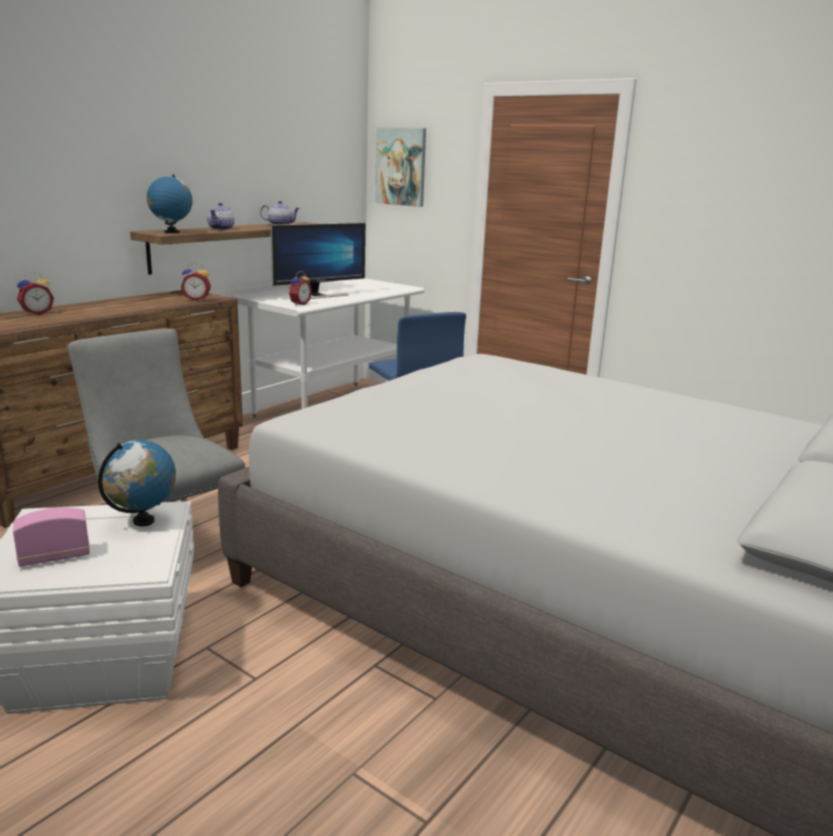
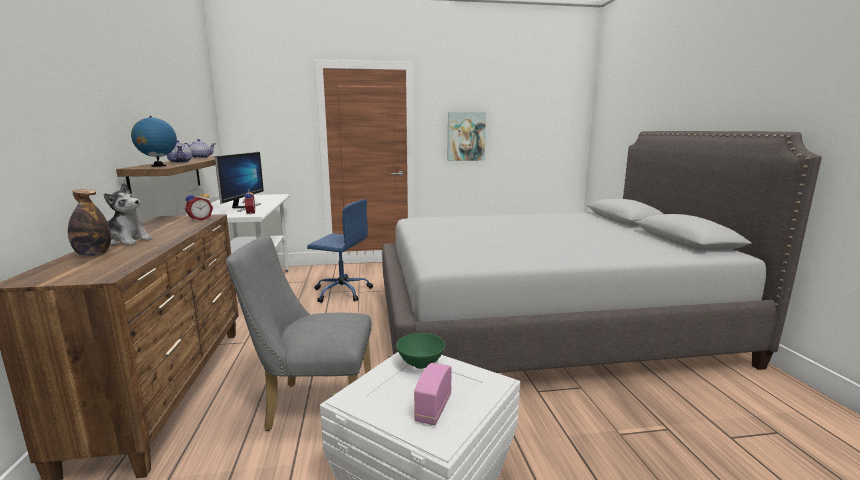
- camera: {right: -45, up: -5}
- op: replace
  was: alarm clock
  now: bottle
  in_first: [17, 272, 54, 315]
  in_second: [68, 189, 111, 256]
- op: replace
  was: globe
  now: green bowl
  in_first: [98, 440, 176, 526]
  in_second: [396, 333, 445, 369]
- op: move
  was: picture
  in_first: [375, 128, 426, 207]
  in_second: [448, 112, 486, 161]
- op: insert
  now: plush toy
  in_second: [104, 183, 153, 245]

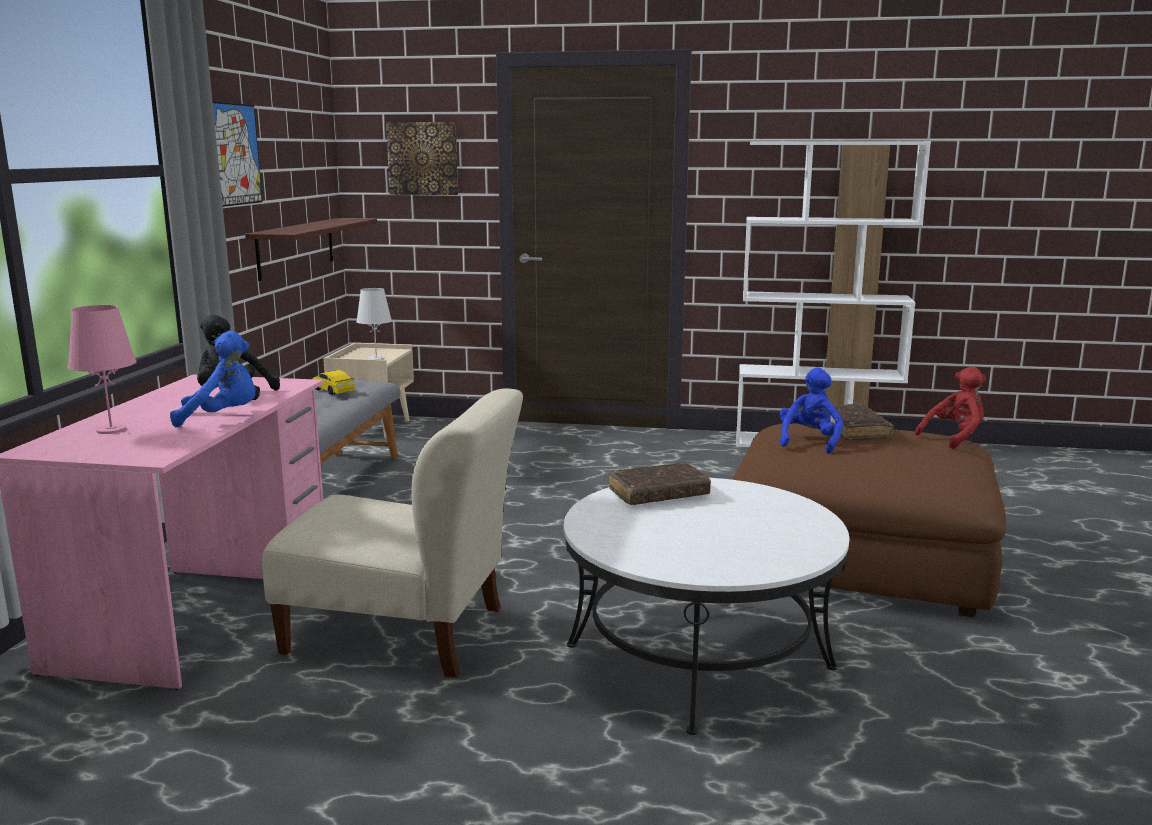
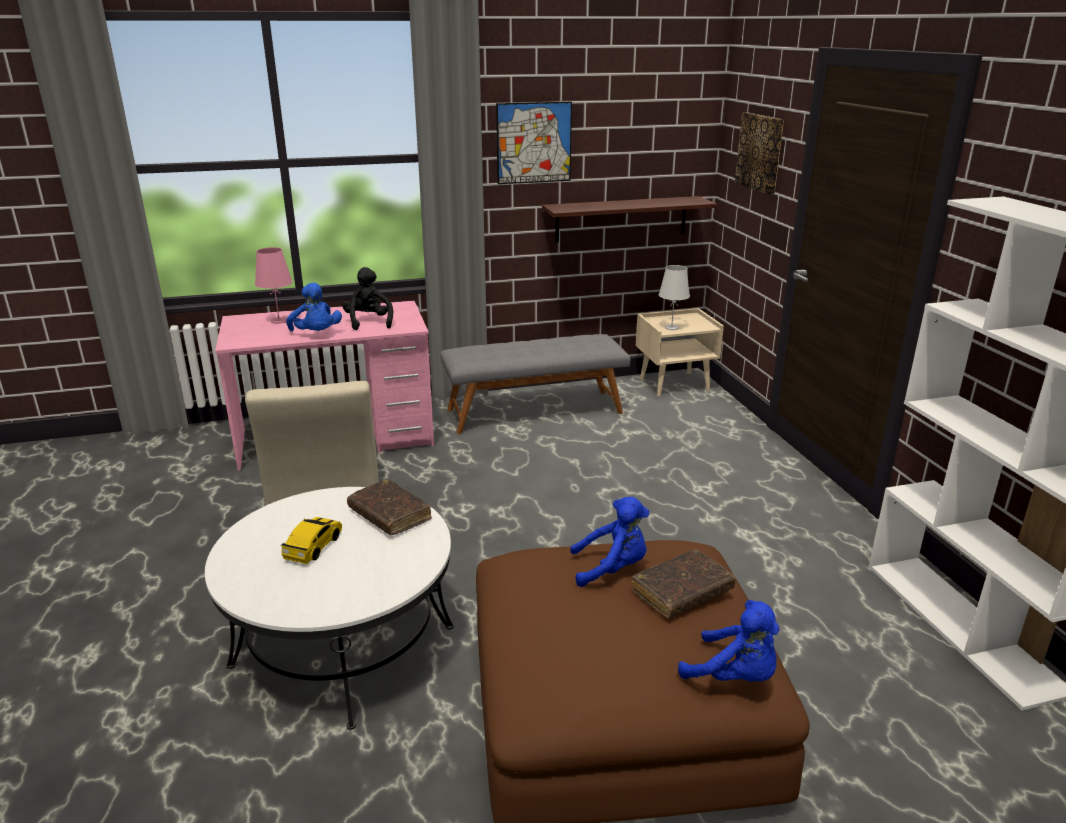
- camera: {right: 65, up: 10}
- op: move
  was: toy car
  in_first: [313, 370, 355, 395]
  in_second: [281, 517, 342, 564]
- op: recolor
  was: red plush toy
  now: blue plush toy
  in_first: [915, 366, 986, 449]
  in_second: [678, 600, 780, 681]

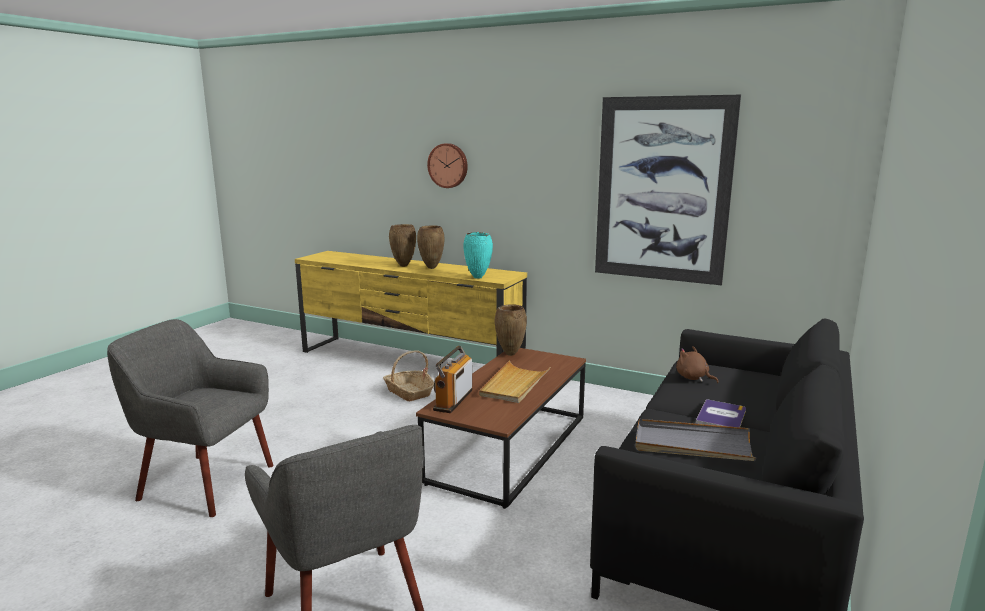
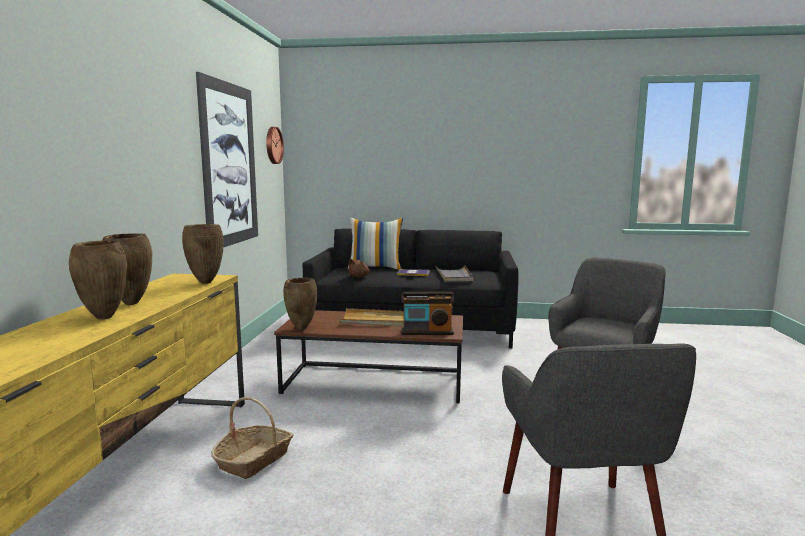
- camera: {right: -110, up: -5}
- op: move
  was: wall clock
  in_first: [427, 143, 468, 188]
  in_second: [266, 127, 284, 164]
- op: recolor
  was: turquoise vase
  now: brown vase
  in_first: [463, 232, 493, 279]
  in_second: [182, 224, 224, 284]
- op: insert
  now: pillow
  in_second: [348, 218, 403, 270]

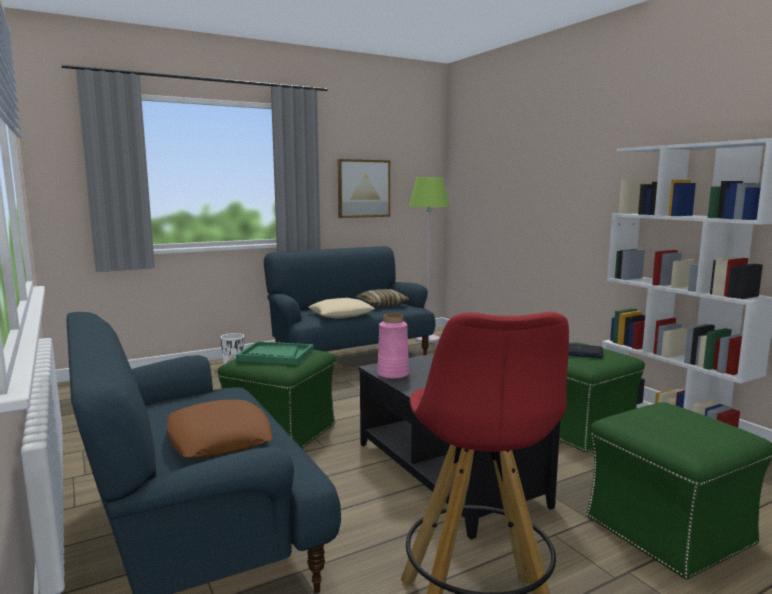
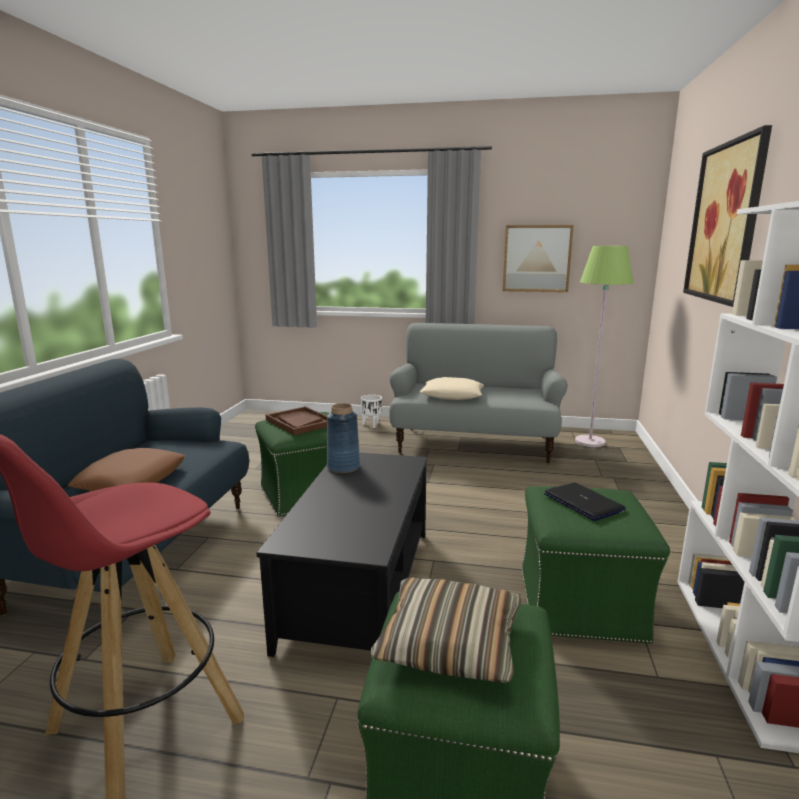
- camera: {right: 40, up: 5}
- op: recolor
  was: green tray
  now: brown tray
  in_first: [236, 341, 314, 365]
  in_second: [266, 406, 327, 435]
- op: recolor
  was: blue sofa
  now: grey sofa
  in_first: [264, 246, 435, 355]
  in_second: [389, 323, 568, 464]
- op: move
  was: pillow
  in_first: [355, 289, 409, 307]
  in_second: [371, 577, 521, 683]
- op: recolor
  was: pink vase
  now: blue vase
  in_first: [377, 313, 409, 379]
  in_second: [327, 403, 360, 473]
- op: insert
  now: picture
  in_second: [683, 125, 772, 307]

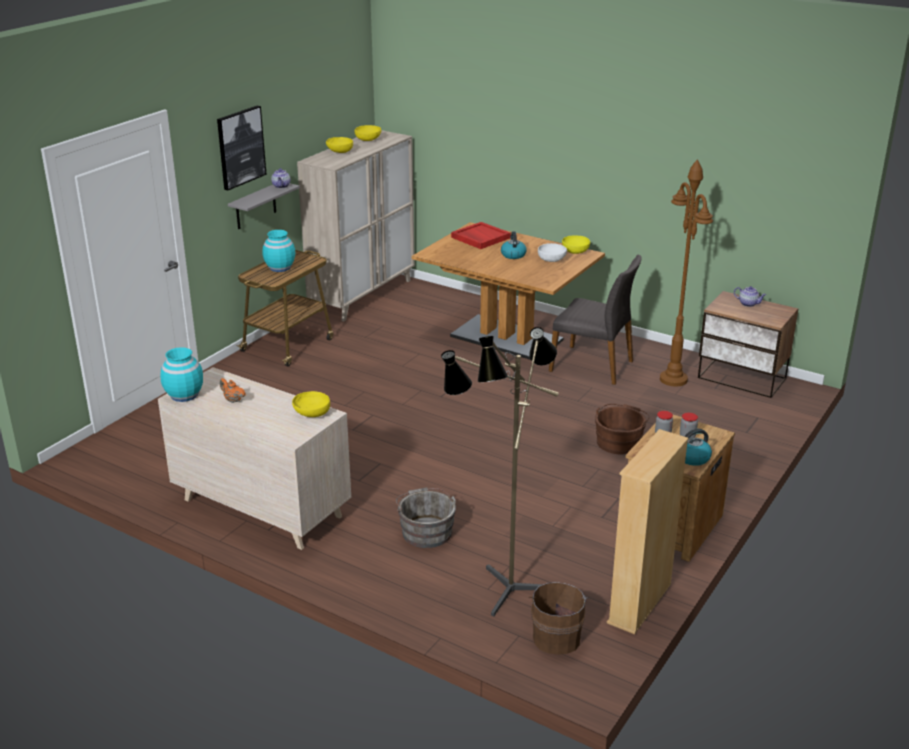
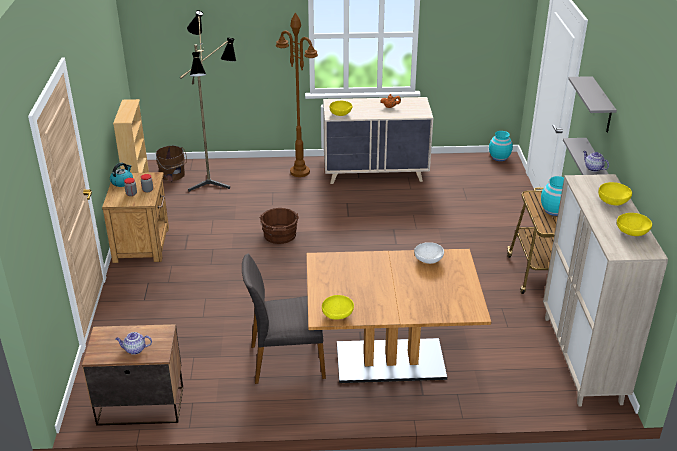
- camera: {right: 145, up: 5}
- op: move
  was: turquoise vase
  in_first: [160, 347, 203, 402]
  in_second: [489, 131, 513, 161]
- op: replace
  was: picture
  now: grey shelf
  in_first: [217, 106, 267, 190]
  in_second: [568, 76, 617, 132]
- op: delete
  was: grey bucket
  in_first: [396, 487, 456, 548]
- op: delete
  was: red tray
  in_first: [451, 222, 511, 249]
- op: delete
  was: kettle
  in_first: [501, 231, 527, 259]
- op: move
  was: white bowl
  in_first: [538, 243, 567, 262]
  in_second: [414, 242, 444, 264]
- op: move
  was: brown bucket
  in_first: [595, 404, 650, 454]
  in_second: [260, 208, 299, 244]
- op: move
  was: brown floor lamp
  in_first: [660, 159, 713, 387]
  in_second: [276, 13, 318, 177]

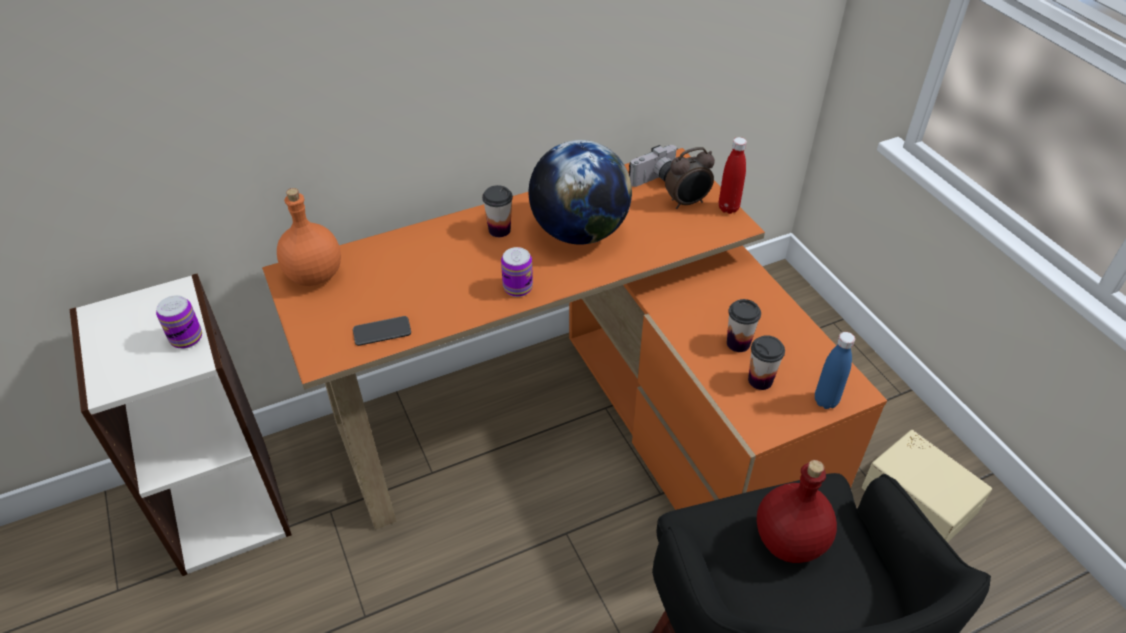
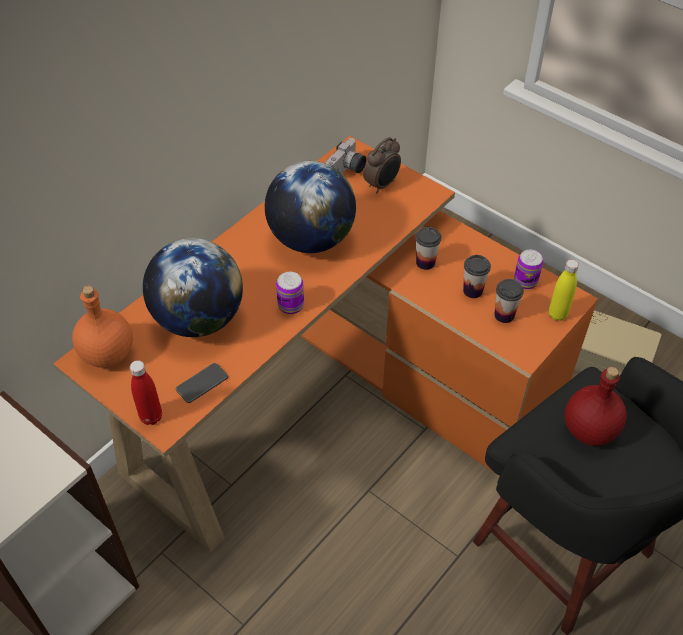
- camera: {right: -25, up: 5}
- op: move
  was: can
  in_first: [156, 295, 202, 349]
  in_second: [514, 250, 543, 289]
- op: move
  was: cup
  in_first: [482, 185, 513, 237]
  in_second: [415, 227, 441, 270]
- op: move
  was: red bottle
  in_first: [719, 137, 747, 214]
  in_second: [130, 360, 162, 425]
- op: recolor
  was: blue bottle
  now: yellow bottle
  in_first: [815, 332, 855, 409]
  in_second: [549, 259, 579, 321]
- op: insert
  now: globe
  in_second: [143, 238, 243, 337]

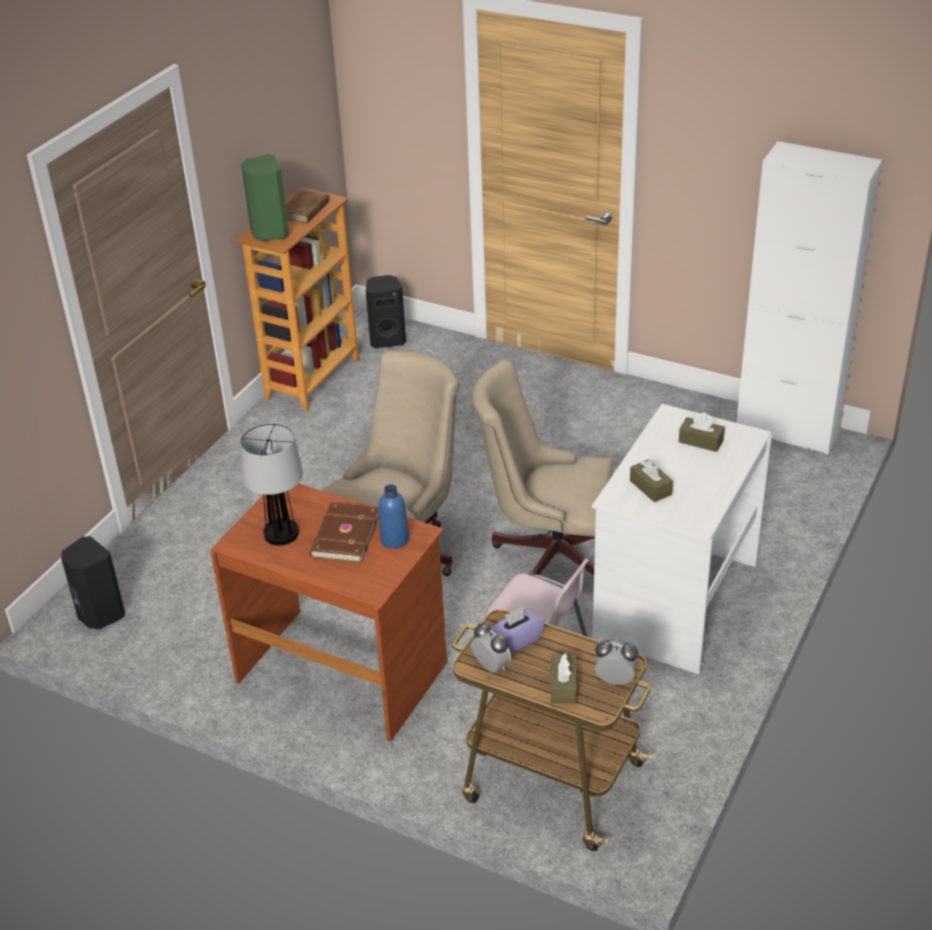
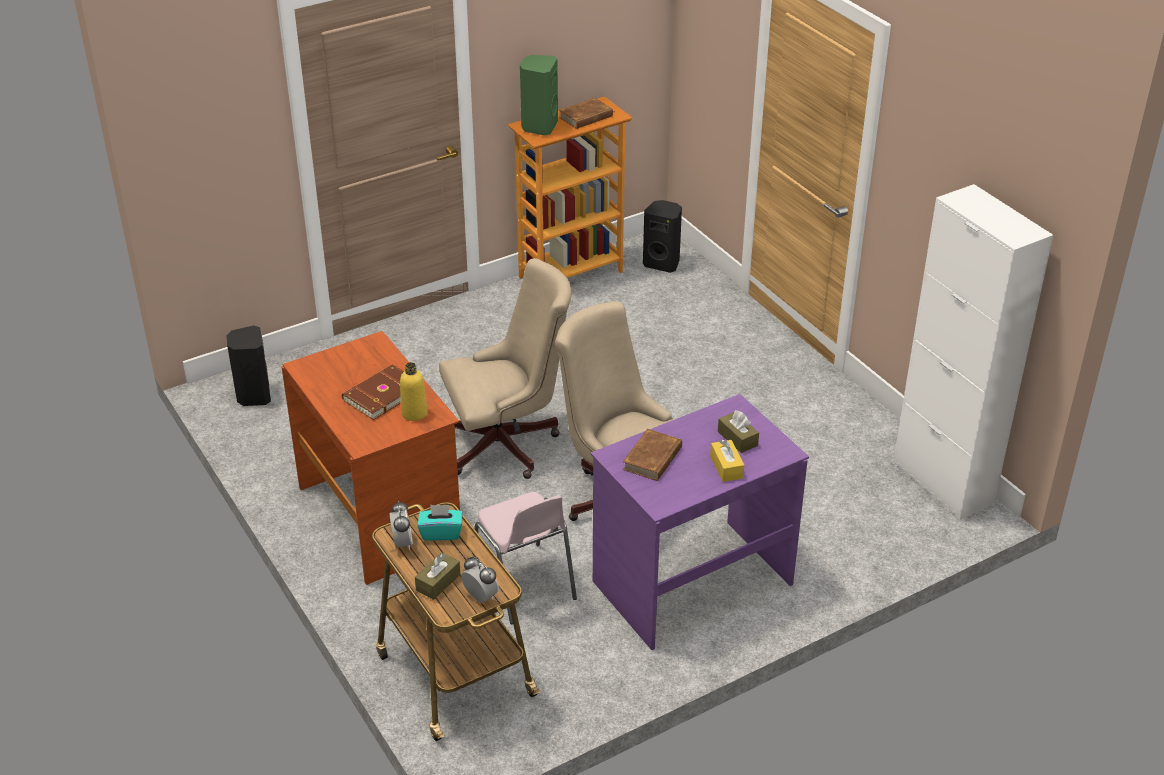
- camera: {right: 30, up: 0}
- op: delete
  was: table lamp
  in_first: [240, 423, 303, 546]
- op: recolor
  was: blue bottle
  now: yellow bottle
  in_first: [379, 484, 409, 549]
  in_second: [400, 362, 427, 421]
- op: recolor
  was: purple tissue box
  now: turquoise tissue box
  in_first: [491, 607, 545, 654]
  in_second: [417, 505, 462, 541]
- op: recolor
  was: white desk
  now: purple desk
  in_first: [592, 404, 772, 674]
  in_second: [591, 394, 809, 650]
- op: replace
  was: brown tissue box
  now: brown book
  in_first: [630, 460, 673, 502]
  in_second: [623, 429, 682, 481]
- op: insert
  now: yellow tissue box
  in_second: [710, 440, 744, 482]

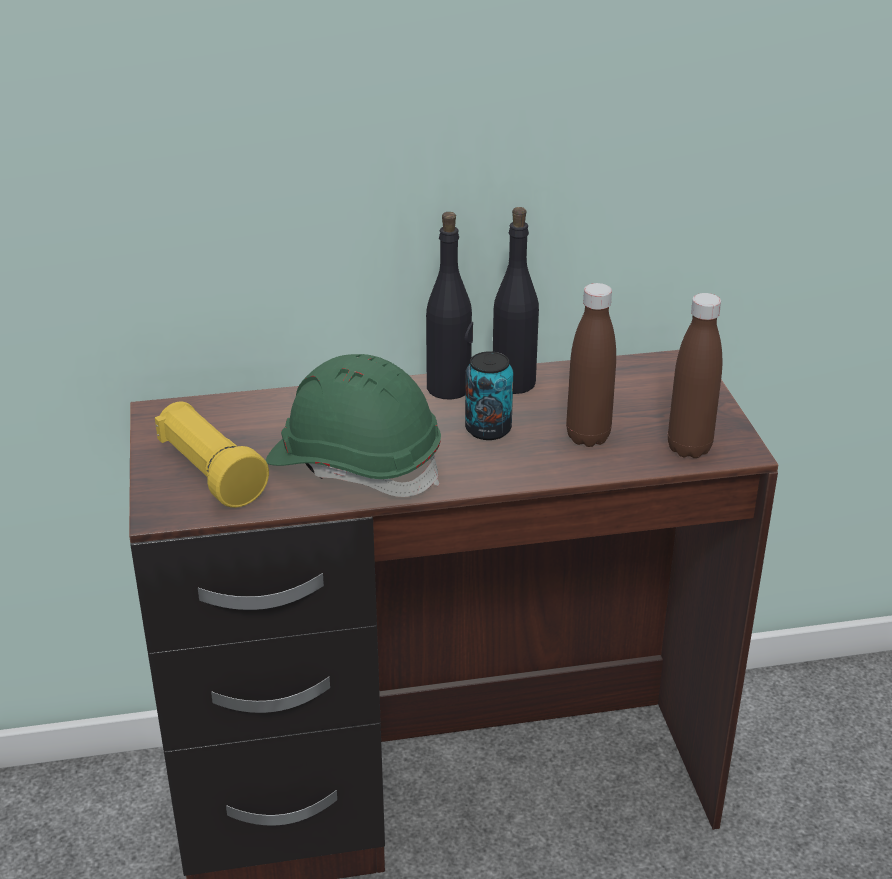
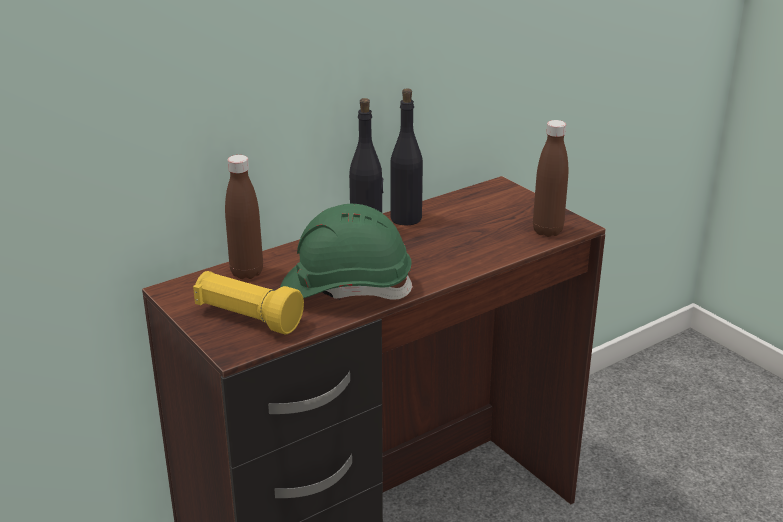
- camera: {right: -25, up: -5}
- op: delete
  was: can
  in_first: [465, 351, 513, 440]
- op: move
  was: brown bottle
  in_first: [566, 283, 616, 447]
  in_second: [225, 155, 263, 279]

